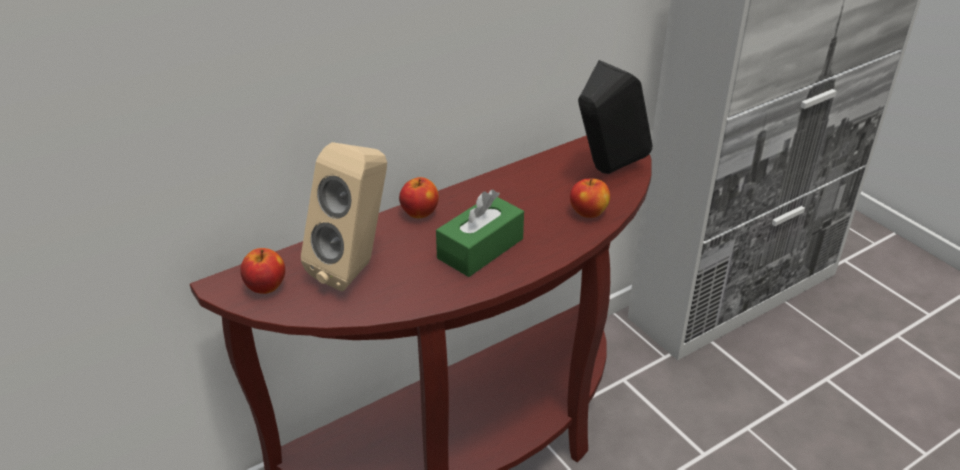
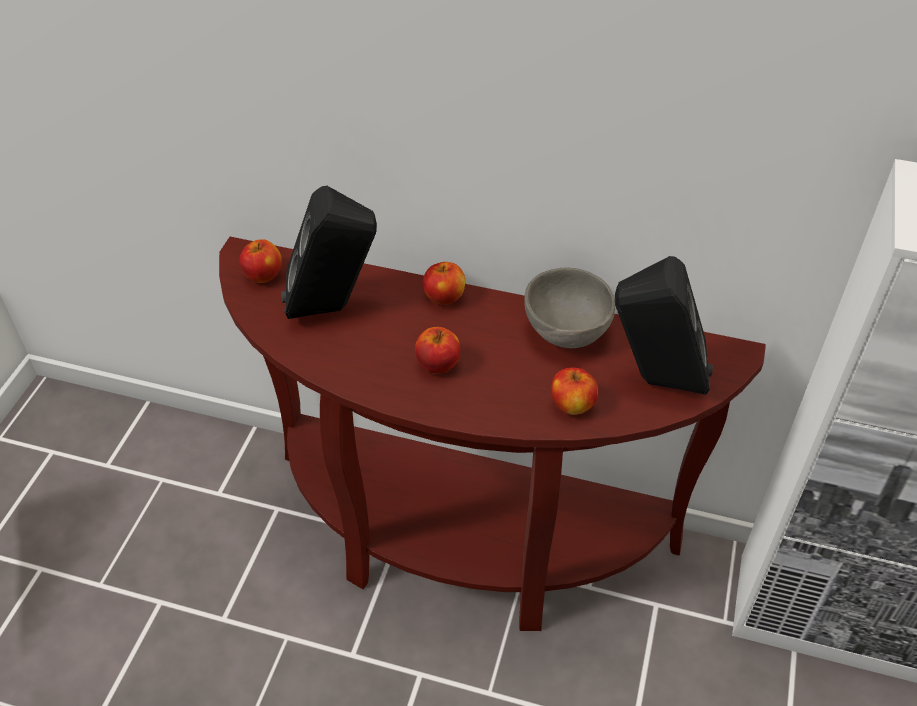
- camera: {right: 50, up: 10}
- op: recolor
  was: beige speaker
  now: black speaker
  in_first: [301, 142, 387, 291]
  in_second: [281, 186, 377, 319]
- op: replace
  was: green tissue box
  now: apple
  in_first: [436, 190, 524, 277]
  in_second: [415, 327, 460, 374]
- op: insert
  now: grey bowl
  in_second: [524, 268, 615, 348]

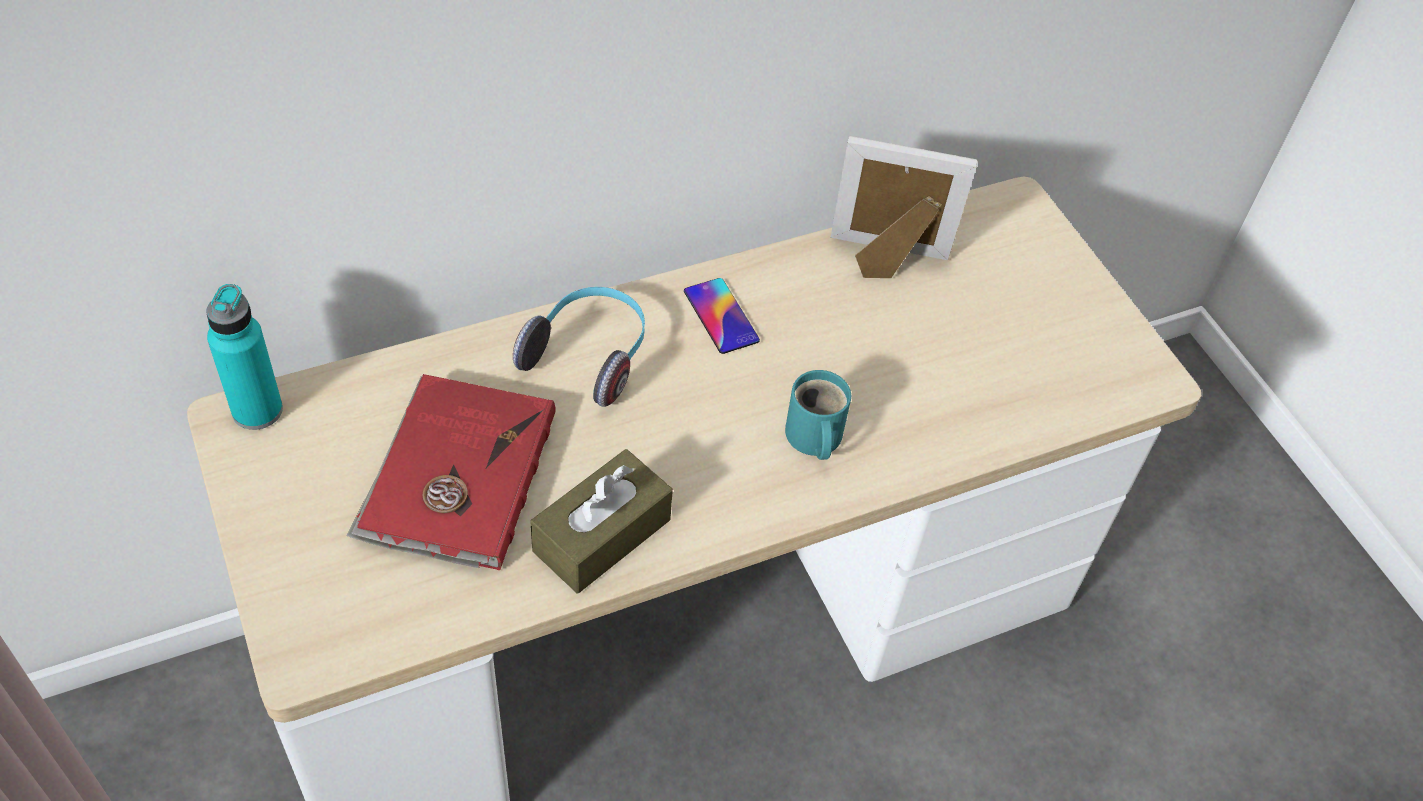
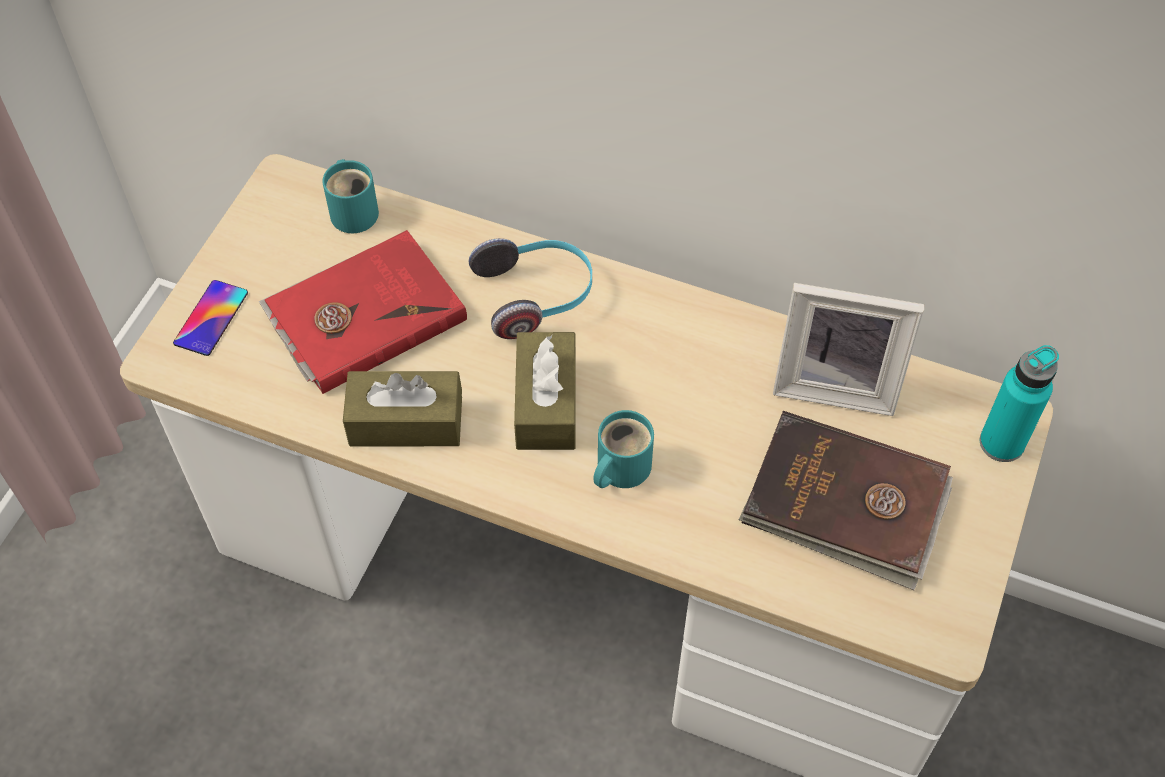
- camera: {right: 50, up: 5}
- op: move
  was: turquoise bottle
  in_first: [206, 284, 283, 430]
  in_second: [980, 345, 1059, 462]
- op: move
  was: phone
  in_first: [684, 278, 760, 354]
  in_second: [173, 280, 248, 356]
- op: rotate
  was: picture frame
  in_first: [830, 136, 977, 278]
  in_second: [773, 283, 925, 416]
  clockwise: 135
- op: insert
  now: turquoise mug
  in_second: [323, 159, 379, 233]
- op: insert
  now: brown tissue box
  in_second: [514, 332, 576, 450]
- op: insert
  now: brown book
  in_second: [739, 411, 953, 590]

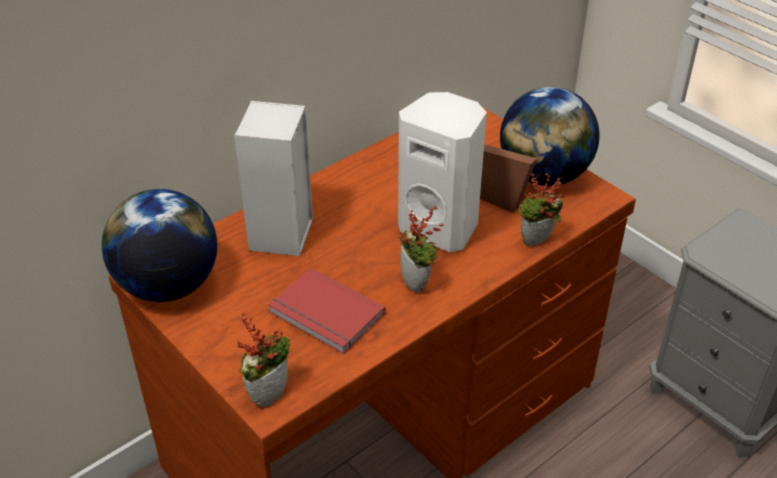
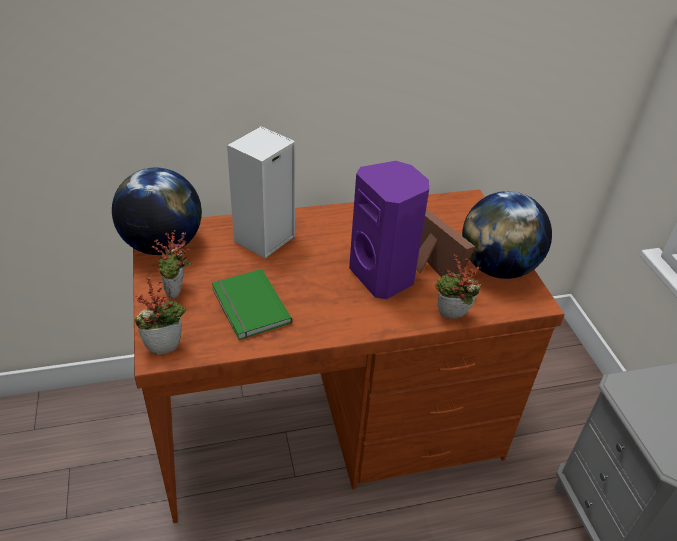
- camera: {right: 25, up: 0}
- op: recolor
  was: red book
  now: green book
  in_first: [268, 268, 386, 354]
  in_second: [212, 269, 292, 340]
- op: recolor
  was: white speaker
  now: purple speaker
  in_first: [398, 92, 487, 252]
  in_second: [349, 161, 429, 299]
- op: move
  was: potted plant
  in_first: [398, 206, 444, 293]
  in_second: [152, 230, 192, 300]

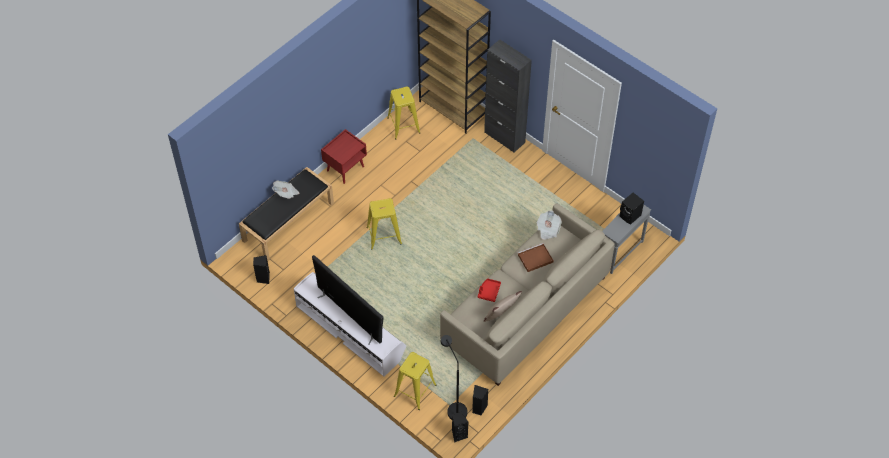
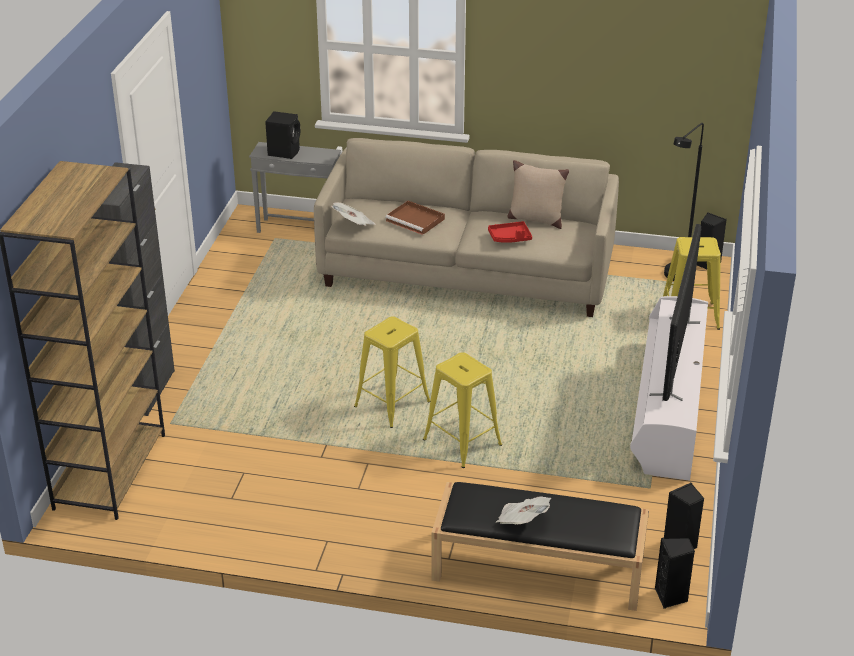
- camera: {right: -120, up: -20}
- op: delete
  was: red nightstand
  in_first: [321, 129, 367, 184]
- op: move
  was: yellow stool
  in_first: [387, 86, 421, 139]
  in_second: [354, 317, 430, 428]
- op: move
  was: black speaker
  in_first: [472, 385, 489, 415]
  in_second: [655, 538, 695, 608]

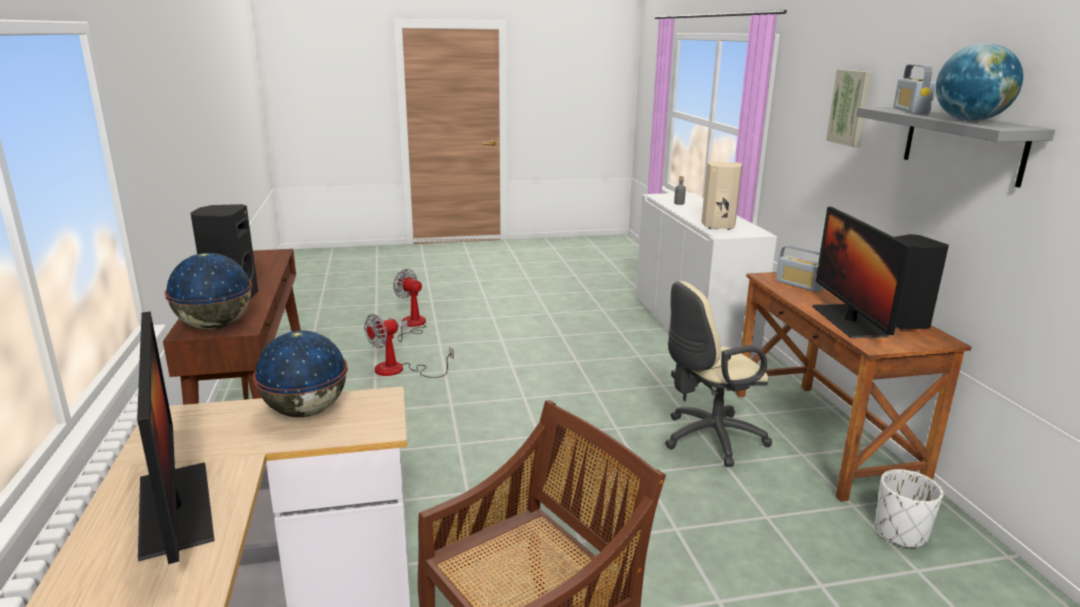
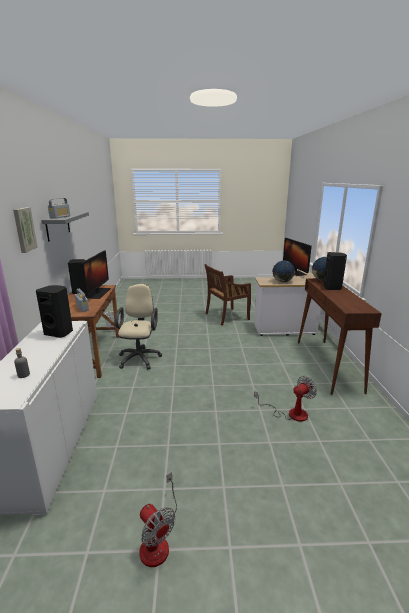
- camera: {right: -170, up: 0}
- op: move
  was: fan
  in_first: [393, 269, 426, 342]
  in_second: [139, 472, 177, 567]
- op: rotate
  was: beige office chair
  in_first: [665, 281, 772, 467]
  in_second: [115, 284, 162, 369]
  clockwise: -75
- op: recolor
  was: beige speaker
  now: black speaker
  in_first: [701, 162, 742, 230]
  in_second: [36, 285, 73, 338]
- op: delete
  was: globe
  in_first: [936, 43, 1023, 121]

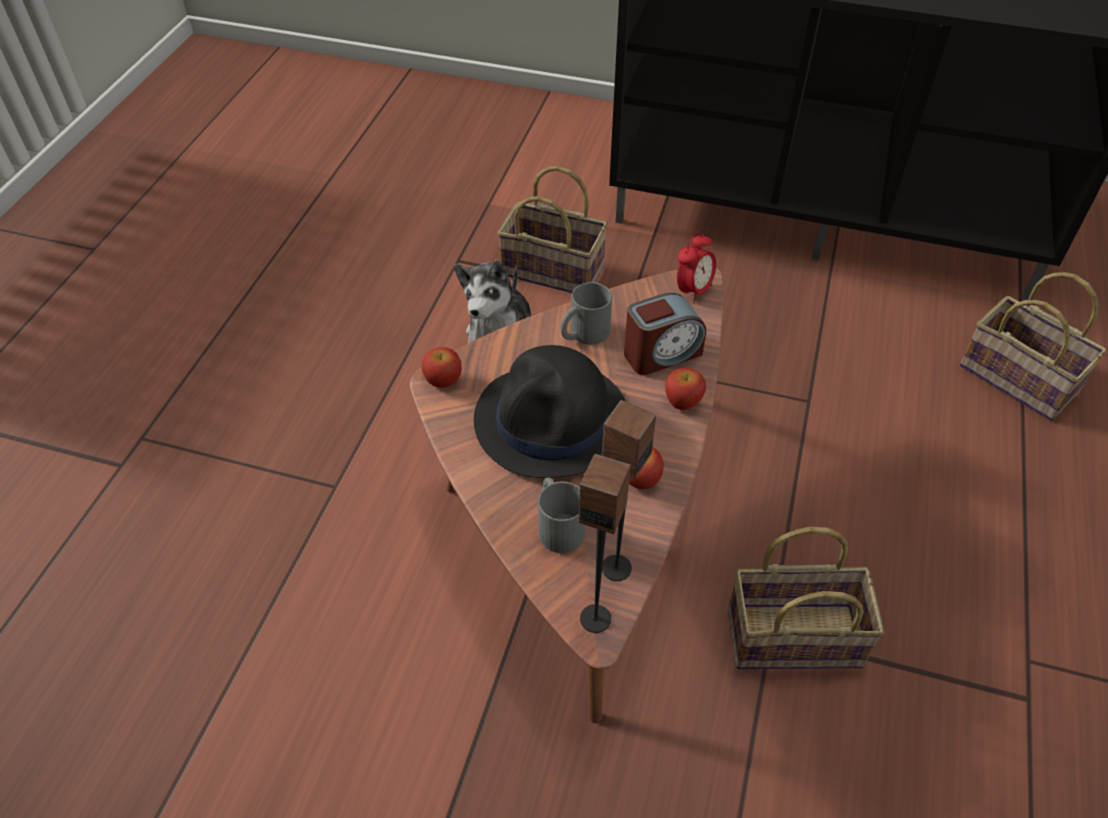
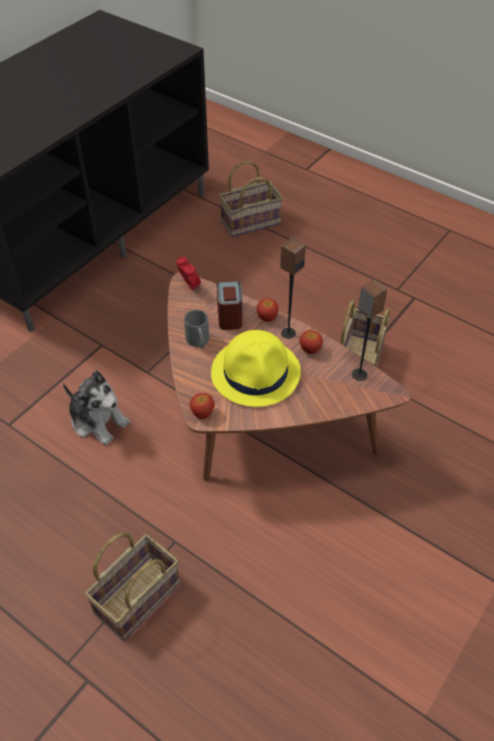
- camera: {right: -70, up: 0}
- op: recolor
  was: black hat
  now: yellow hat
  in_first: [474, 345, 625, 478]
  in_second: [211, 330, 301, 407]
- op: move
  was: basket
  in_first: [497, 166, 608, 293]
  in_second: [85, 532, 180, 641]
- op: delete
  was: grey mug
  in_first: [538, 478, 586, 553]
- op: move
  was: speaker
  in_first: [579, 454, 631, 633]
  in_second: [280, 238, 306, 339]

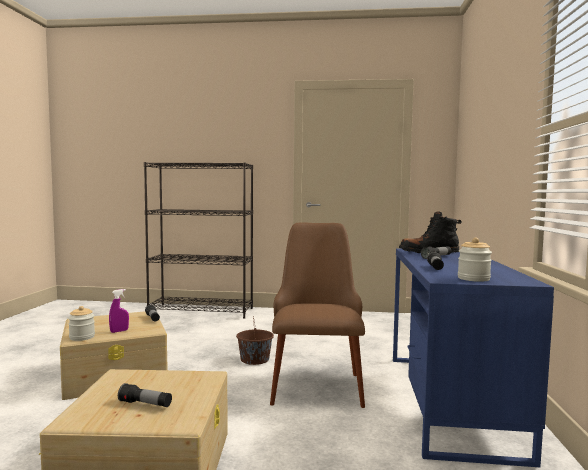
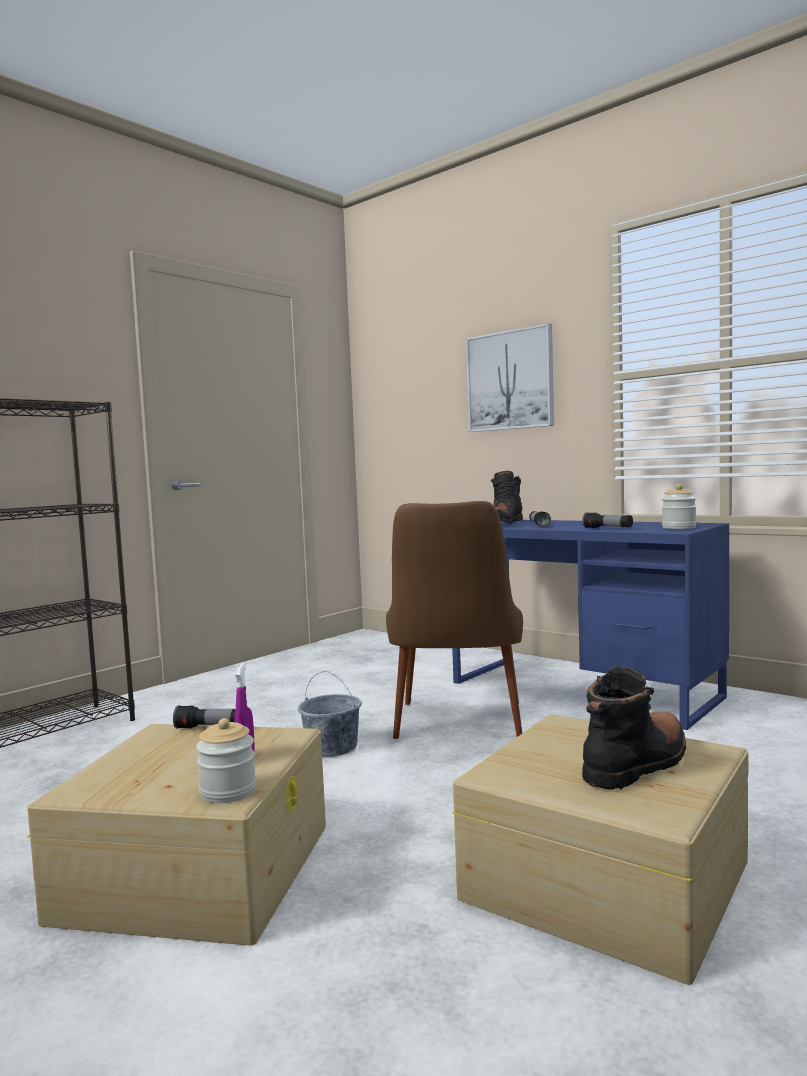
- camera: {right: -55, up: 0}
- op: replace
  was: flashlight
  now: black boot
  in_first: [118, 383, 172, 407]
  in_second: [582, 666, 686, 790]
- op: recolor
  was: brown bucket
  now: grey bucket
  in_first: [236, 316, 274, 365]
  in_second: [298, 671, 362, 757]
- op: rotate
  was: brown chair
  in_first: [270, 222, 365, 408]
  in_second: [386, 501, 523, 739]
  clockwise: -120
- op: insert
  now: picture
  in_second: [466, 323, 554, 432]

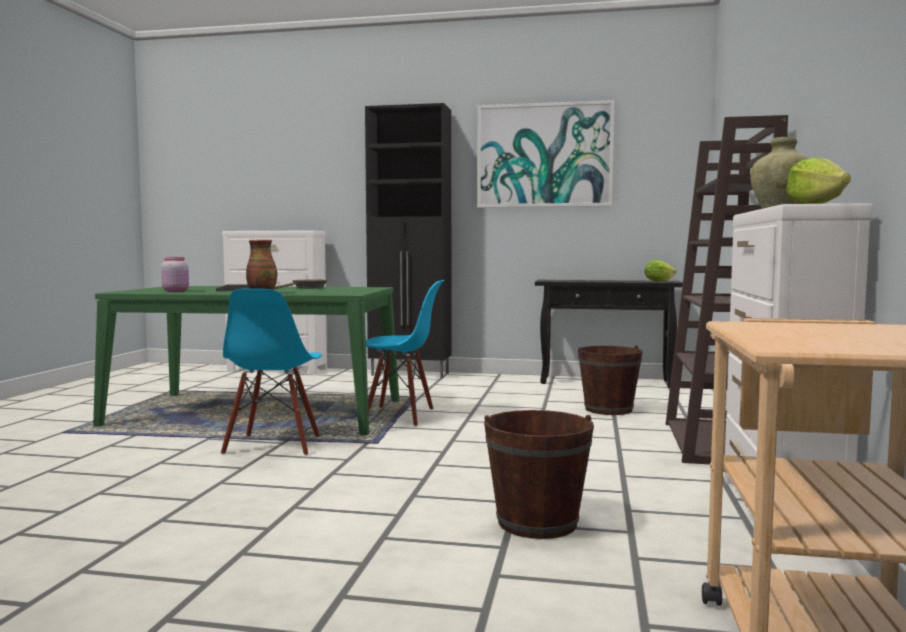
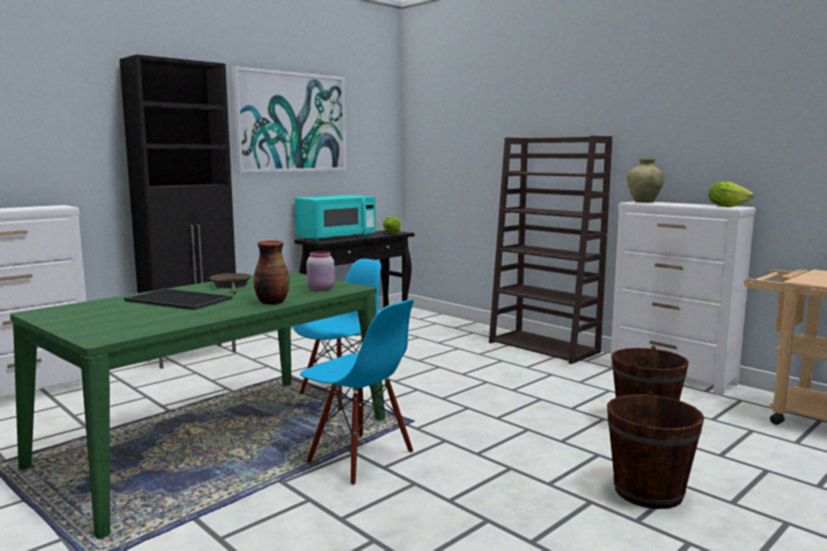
- camera: {right: -55, up: 5}
- op: move
  was: pink jar
  in_first: [161, 257, 189, 292]
  in_second: [306, 251, 335, 291]
- op: move
  was: brown bucket
  in_first: [578, 346, 643, 415]
  in_second: [607, 391, 704, 509]
- op: insert
  now: turquoise microwave
  in_second: [295, 195, 376, 241]

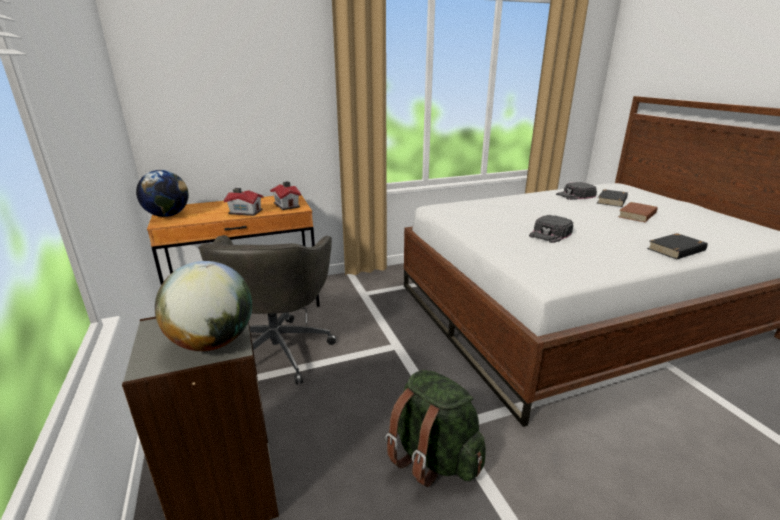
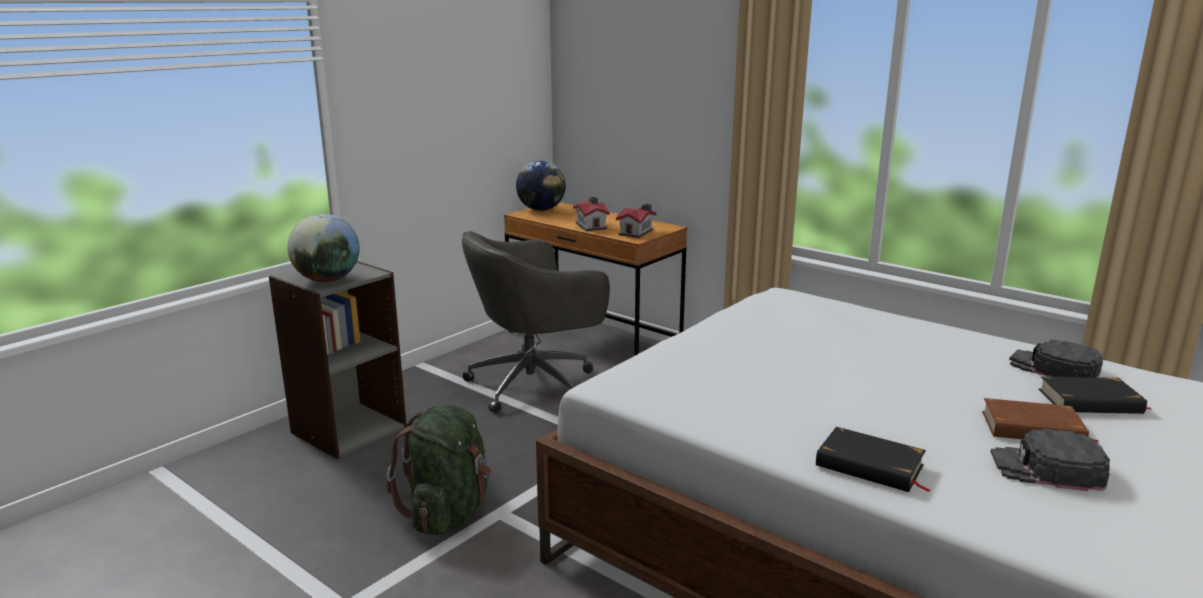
- camera: {right: 60, up: -5}
- op: move
  was: black cap
  in_first: [529, 215, 573, 243]
  in_second: [990, 429, 1110, 491]

